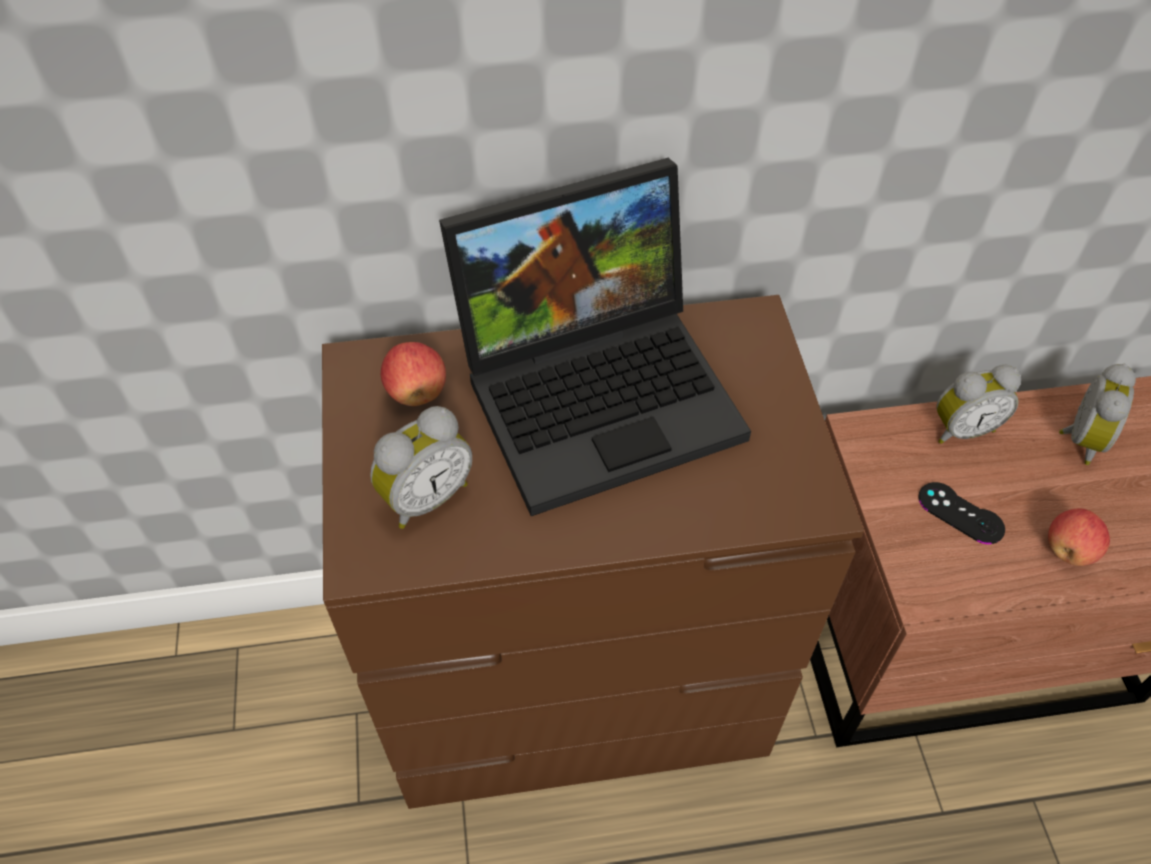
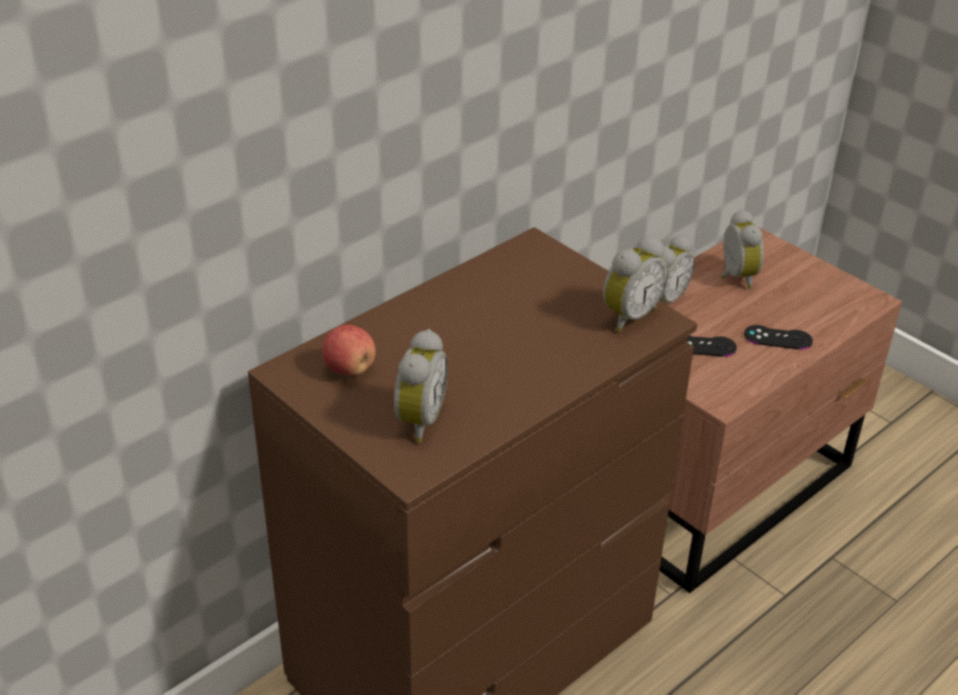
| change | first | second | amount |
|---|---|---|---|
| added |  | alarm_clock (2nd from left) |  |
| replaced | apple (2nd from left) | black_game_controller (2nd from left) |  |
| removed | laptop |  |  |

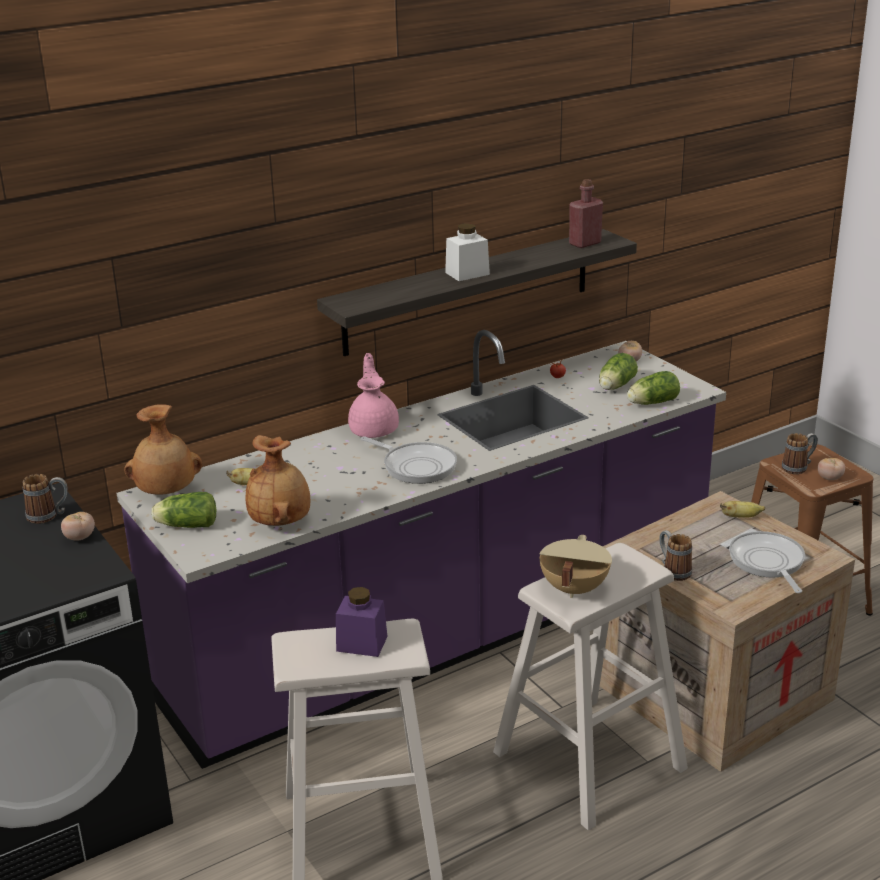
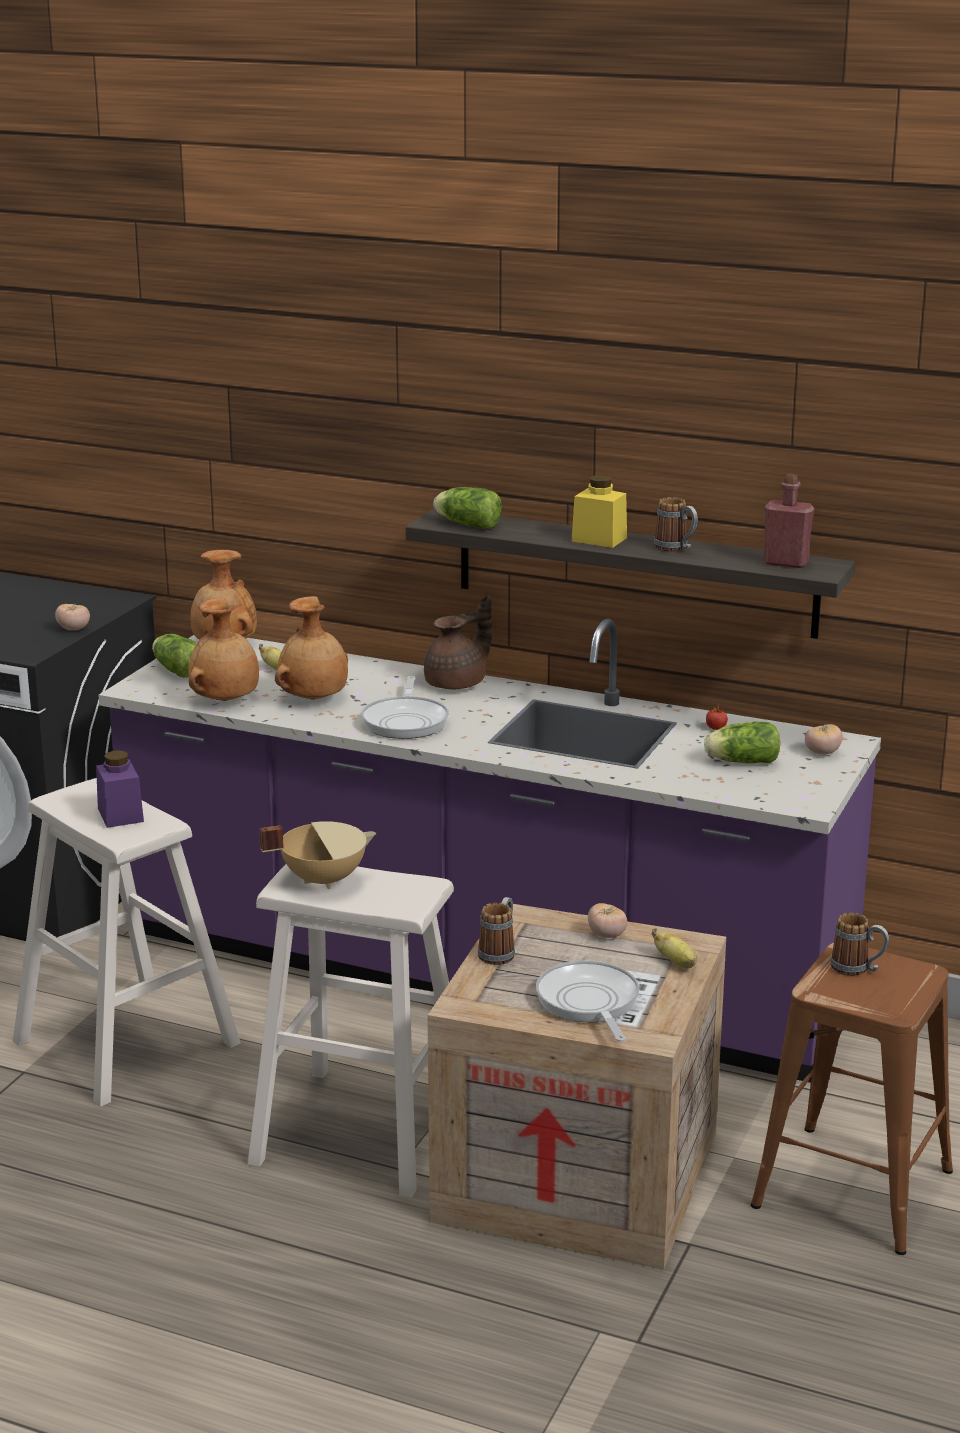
| change | first | second | amount |
|---|---|---|---|
| added |  | brown_vase (3rd from left) |  |
| recoloured | pink_teapot | brown_teapot |  |
| moved | lettuce (3rd from left in the first image) | lettuce (2nd from left) |  |
| turned | frying_pan (2nd from left) |  | 60 degrees counterclockwise |
| recoloured | white_jar | yellow_jar |  |
| moved | tomato (4th from left in the first image) | tomato (2nd from left) |  |
| moved | mug (1st from left in the first image) | mug (2nd from left) |  |

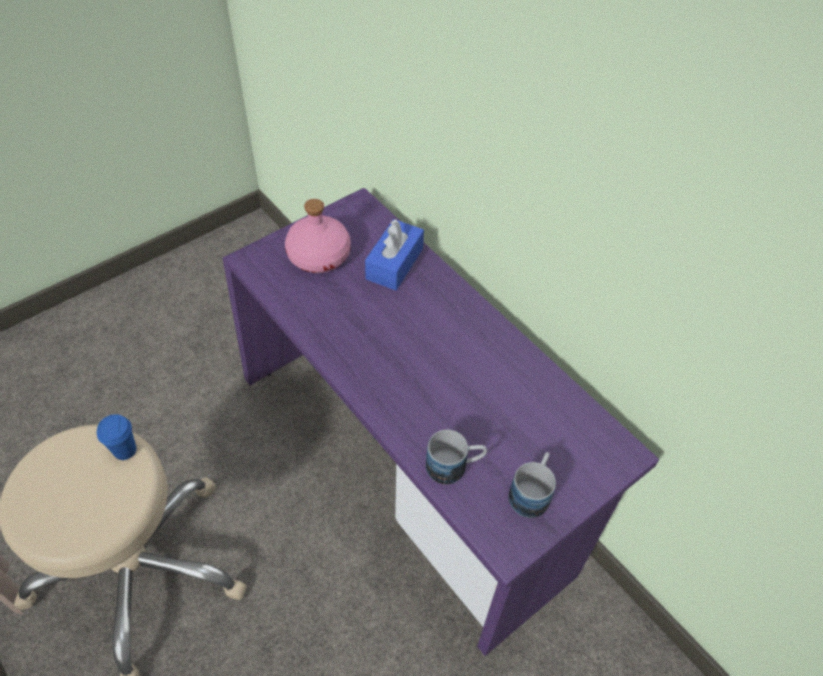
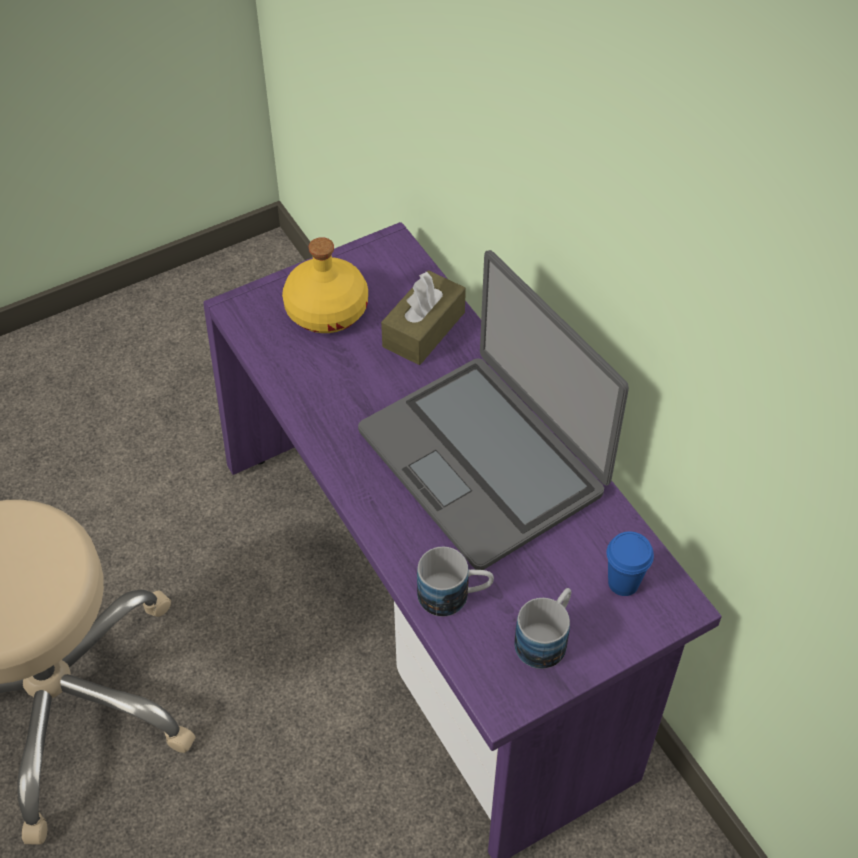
| change | first | second | amount |
|---|---|---|---|
| recoloured | pink_bottle | yellow_bottle |  |
| added |  | laptop |  |
| recoloured | blue_tissue_box | brown_tissue_box |  |
| moved | blue_cup |  |  |

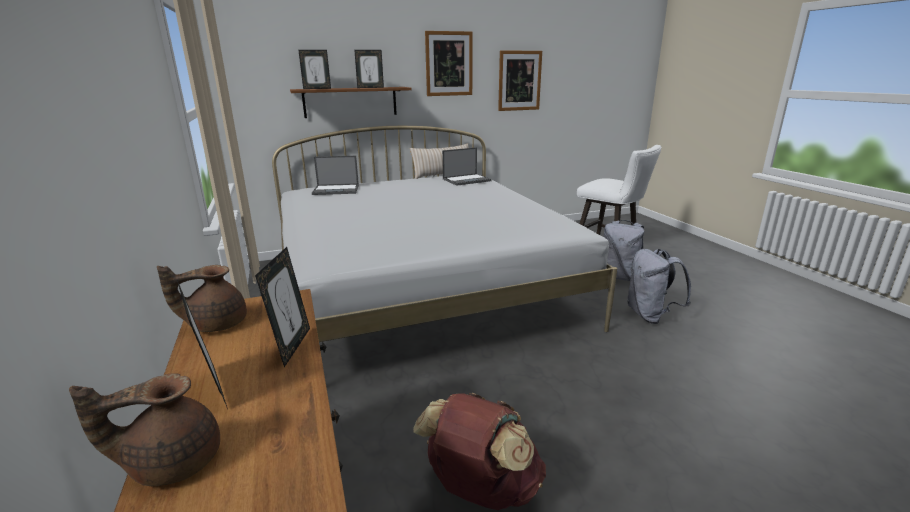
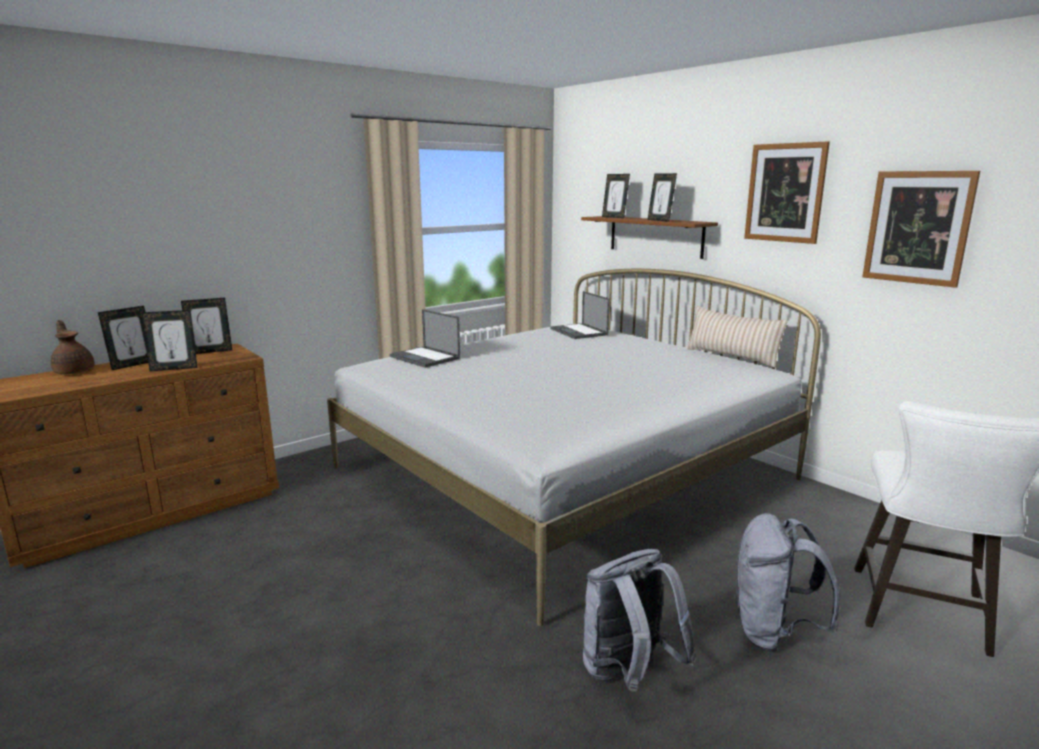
| change | first | second | amount |
|---|---|---|---|
| replaced | brown_teapot (2nd from left) | picture_frame (3rd from left) |  |
| moved | laptop (2nd from left in the first image) | laptop (1st from left) |  |
| removed | brown_backpack |  |  |

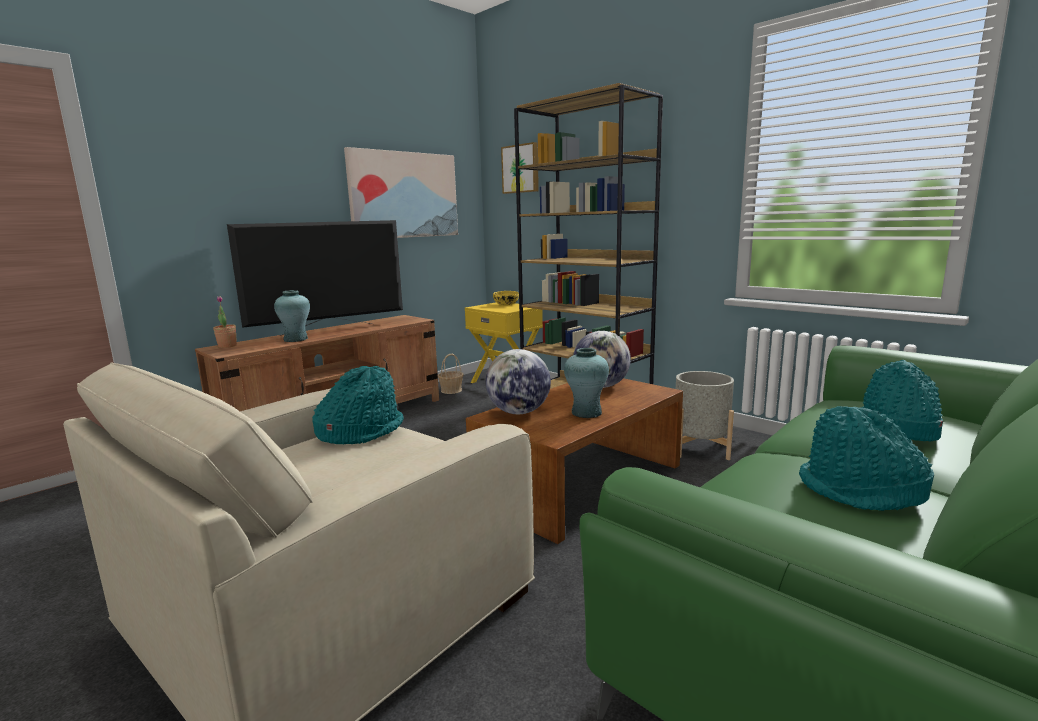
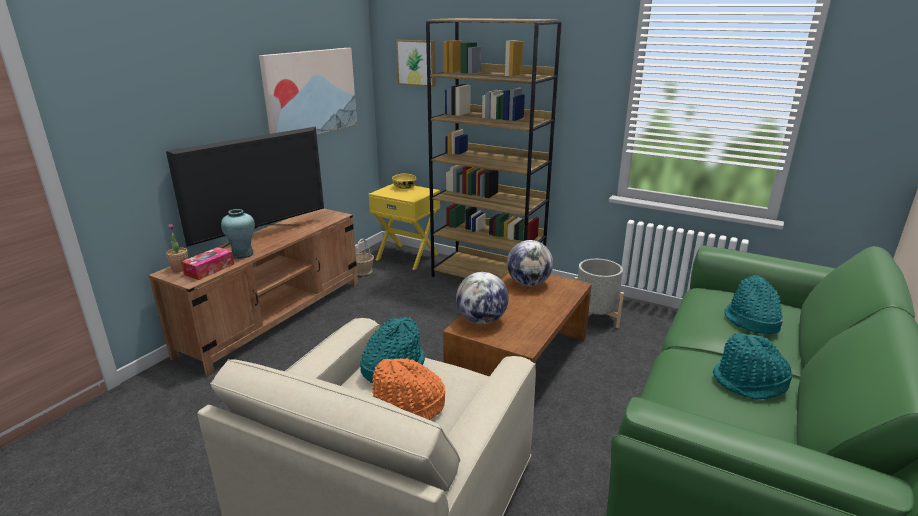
| change | first | second | amount |
|---|---|---|---|
| added |  | tissue_box |  |
| added |  | orange_hat |  |
| removed | turquoise_vase (2nd from left) |  |  |

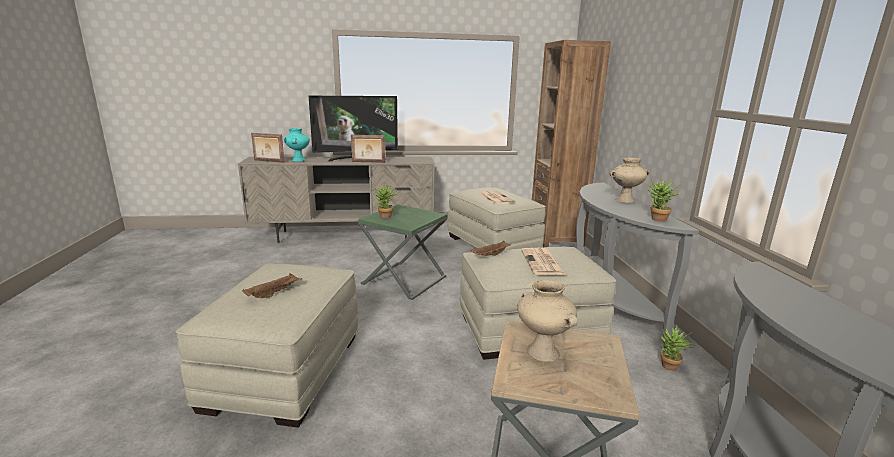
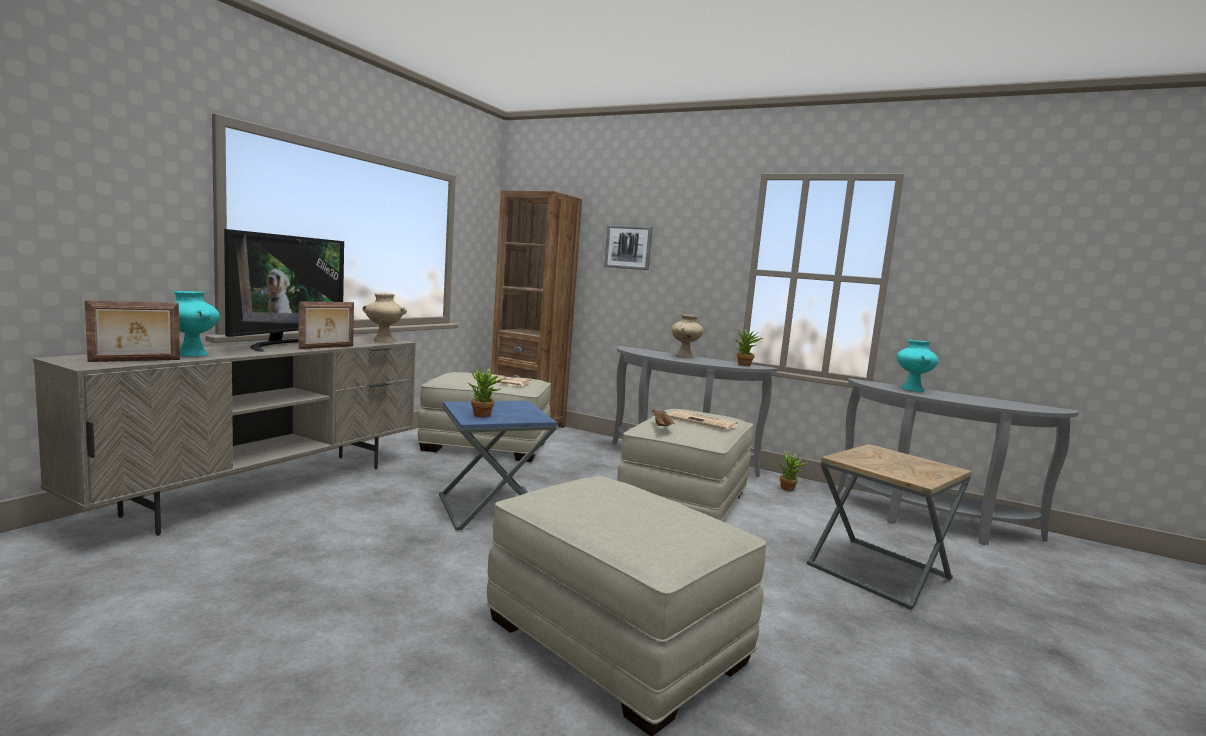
| change | first | second | amount |
|---|---|---|---|
| moved | beige_vase (1st from left) |  |  |
| recoloured | green_side_table | blue_side_table |  |
| added |  | picture |  |
| added |  | turquoise_vase (2nd from left) |  |
| removed | brown_tray (1st from left) |  |  |

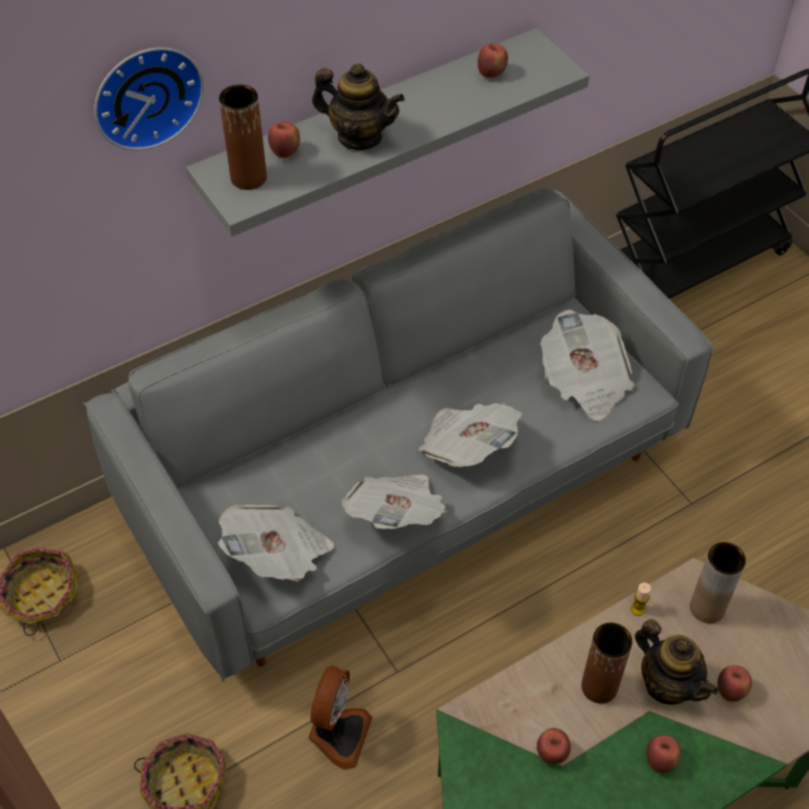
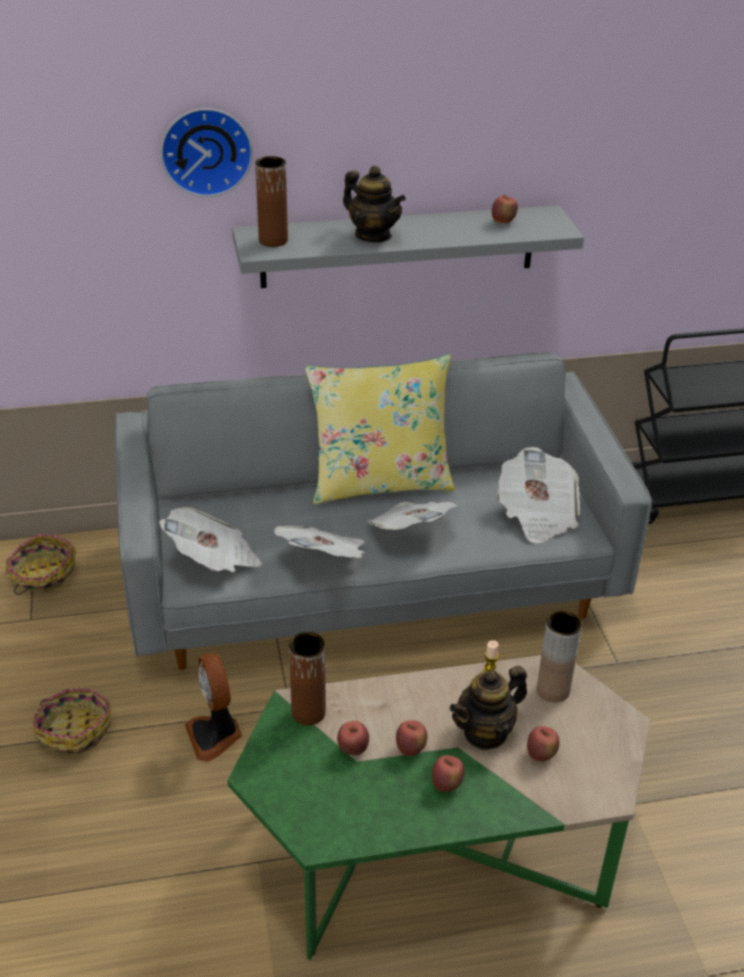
| change | first | second | amount |
|---|---|---|---|
| turned | fan |  | 120 degrees clockwise |
| moved | brown_vase (2nd from left) |  |  |
| added |  | yellow_pillow |  |
| moved | apple (1st from left in the first image) | apple (2nd from left) |  |
| turned | teapot (2nd from left) |  | 75 degrees clockwise |

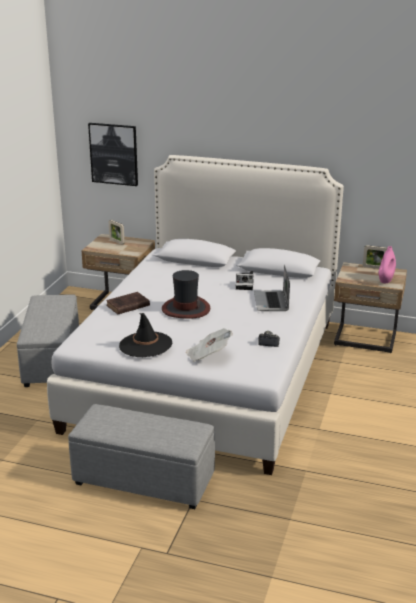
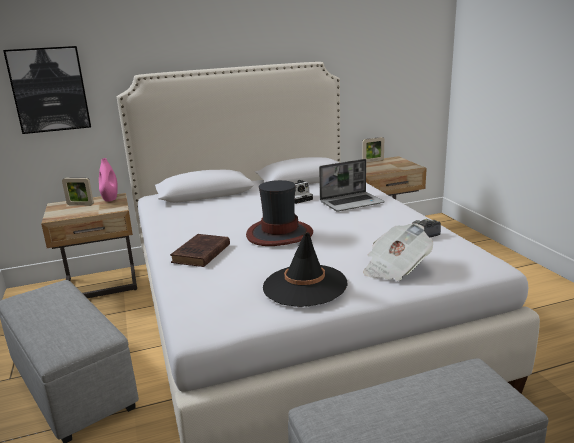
| change | first | second | amount |
|---|---|---|---|
| moved | pink_vase |  |  |
| turned | laptop |  | 75 degrees counterclockwise |

